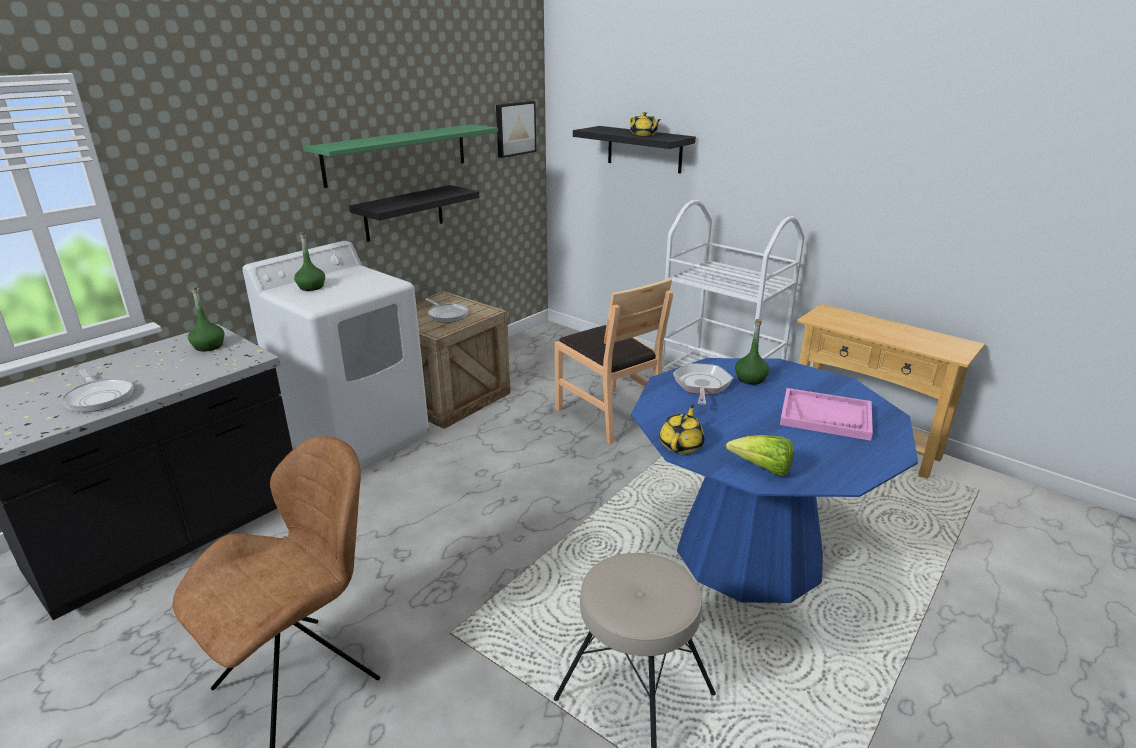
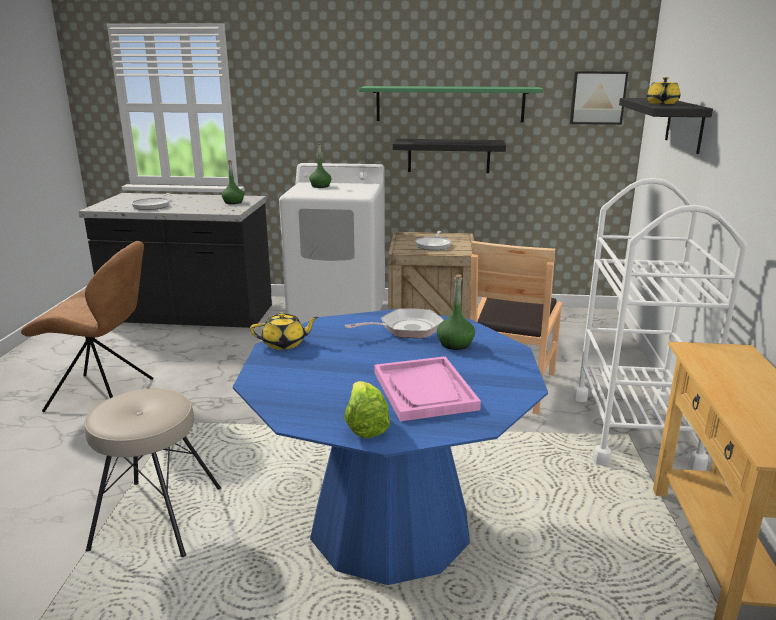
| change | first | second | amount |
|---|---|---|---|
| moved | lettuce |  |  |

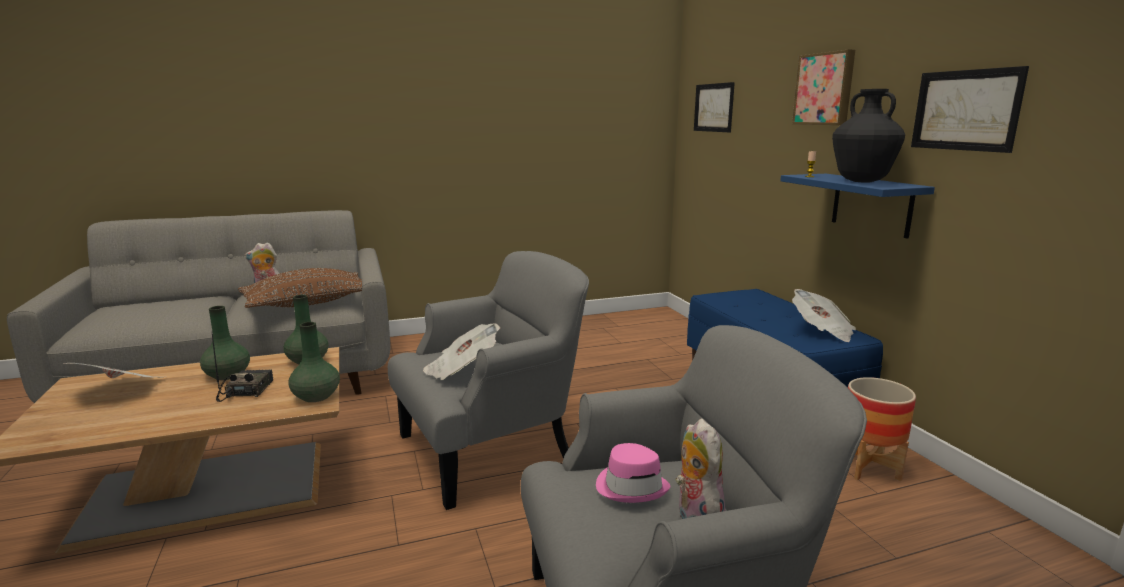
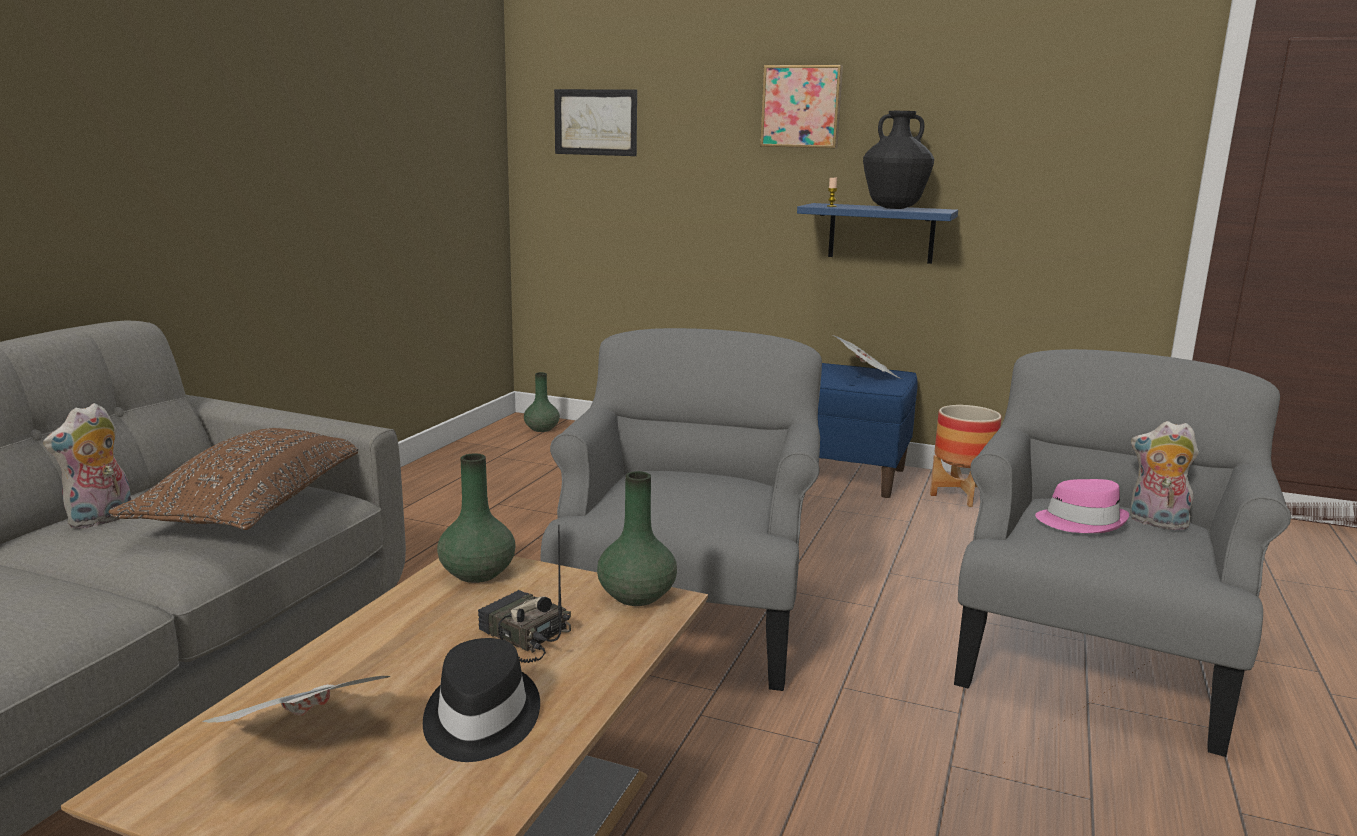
| change | first | second | amount |
|---|---|---|---|
| added |  | black_hat |  |
| moved | green_vase (1st from left in the first image) | green_vase (2nd from left) |  |
| removed | newspaper (2nd from left) |  |  |
| removed | picture (3rd from left) |  |  |

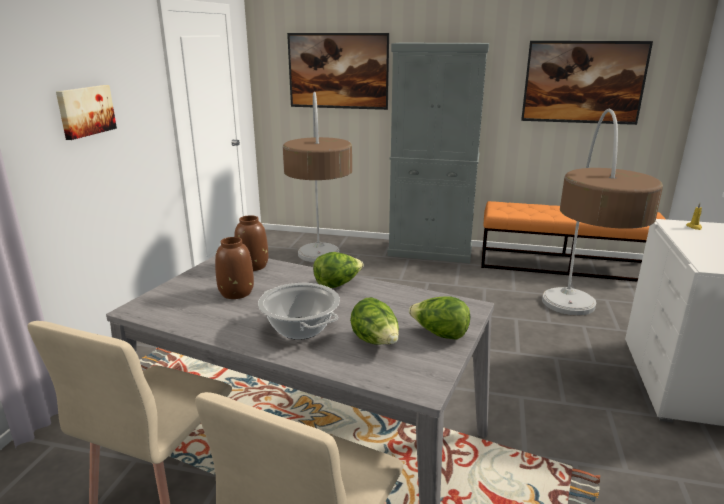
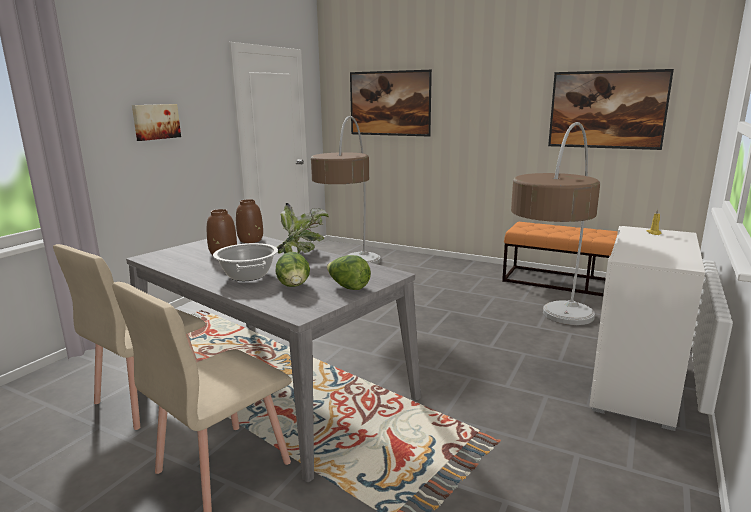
| change | first | second | amount |
|---|---|---|---|
| replaced | lettuce (1st from left) | potted_plant |  |
| removed | grey_cabinet |  |  |

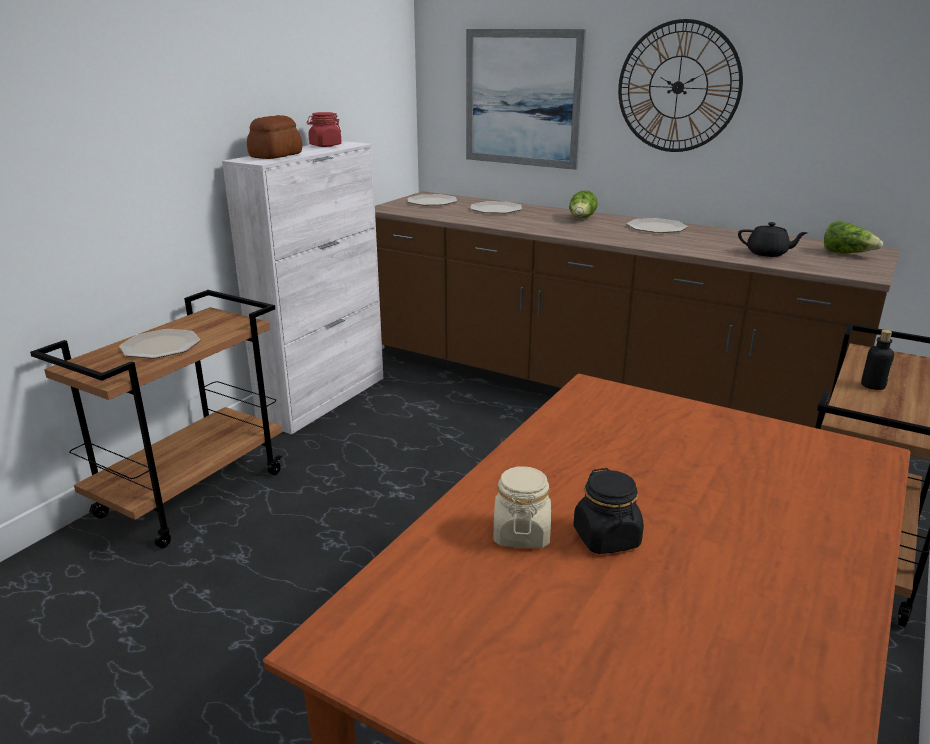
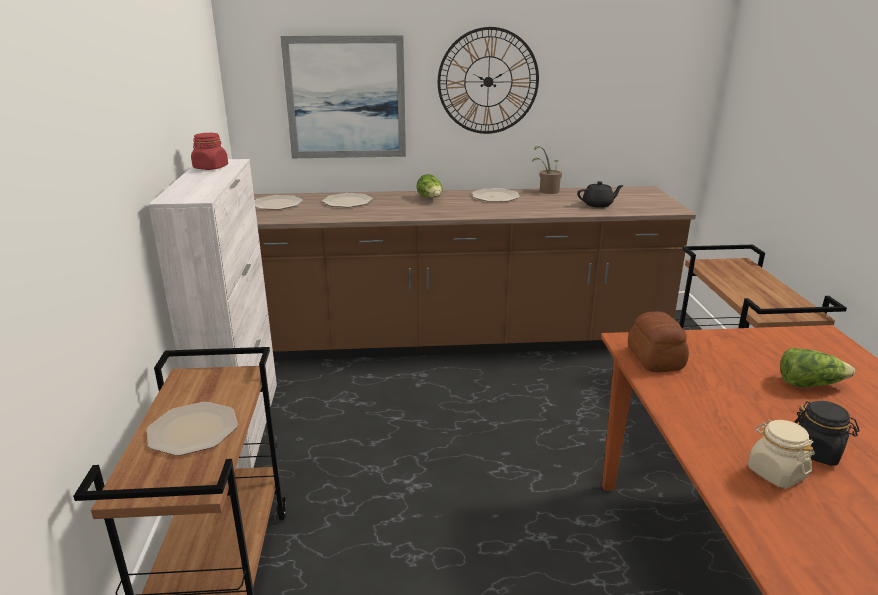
| change | first | second | amount |
|---|---|---|---|
| added |  | potted_plant |  |
| moved | bread |  |  |
| moved | lettuce (2nd from left) |  |  |
| removed | bottle |  |  |

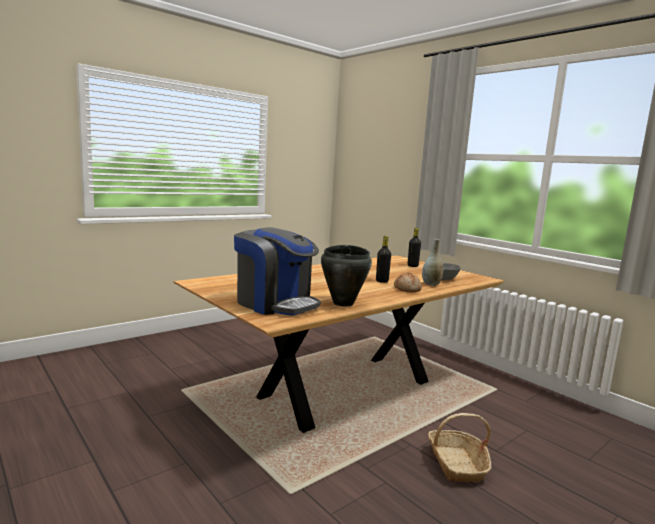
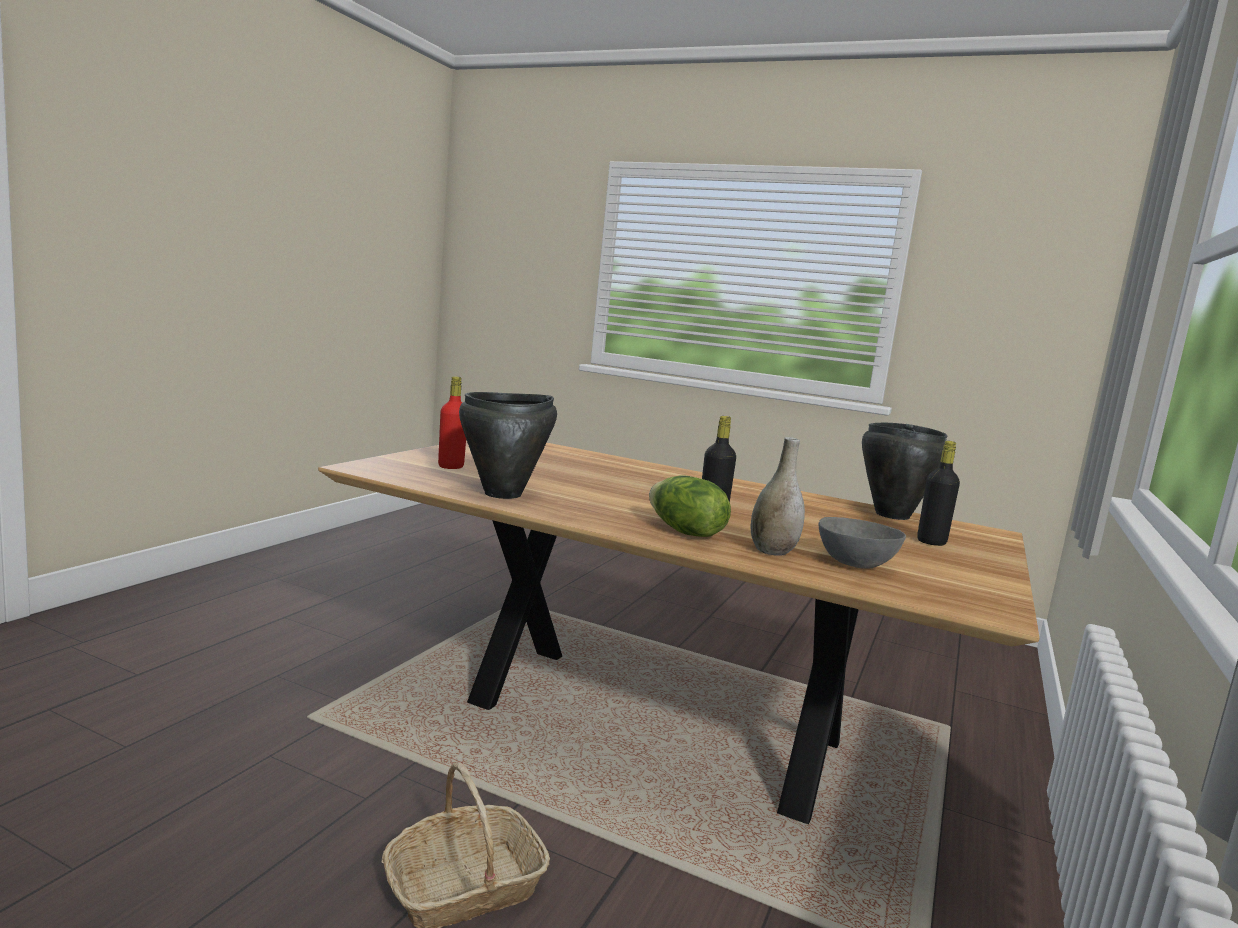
| change | first | second | amount |
|---|---|---|---|
| replaced | coffee_machine | red_bottle |  |
| replaced | bread | lettuce |  |
| added |  | black_cooking_pot (2nd from left) |  |

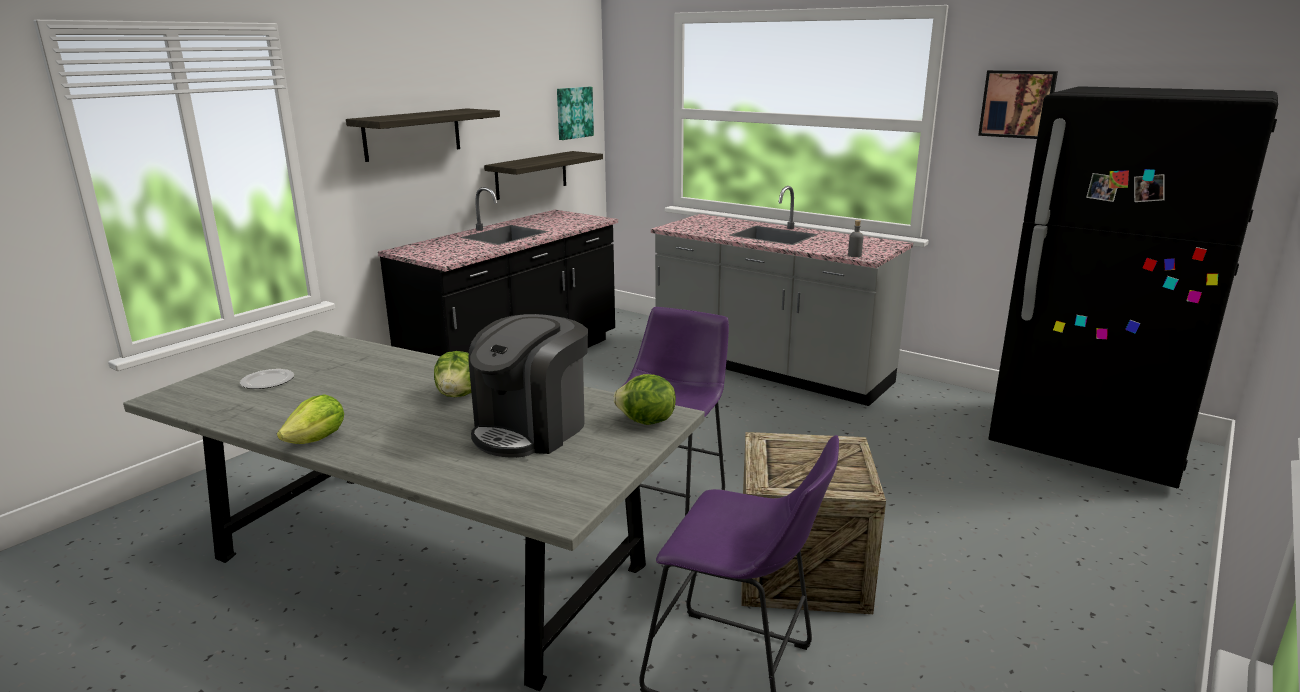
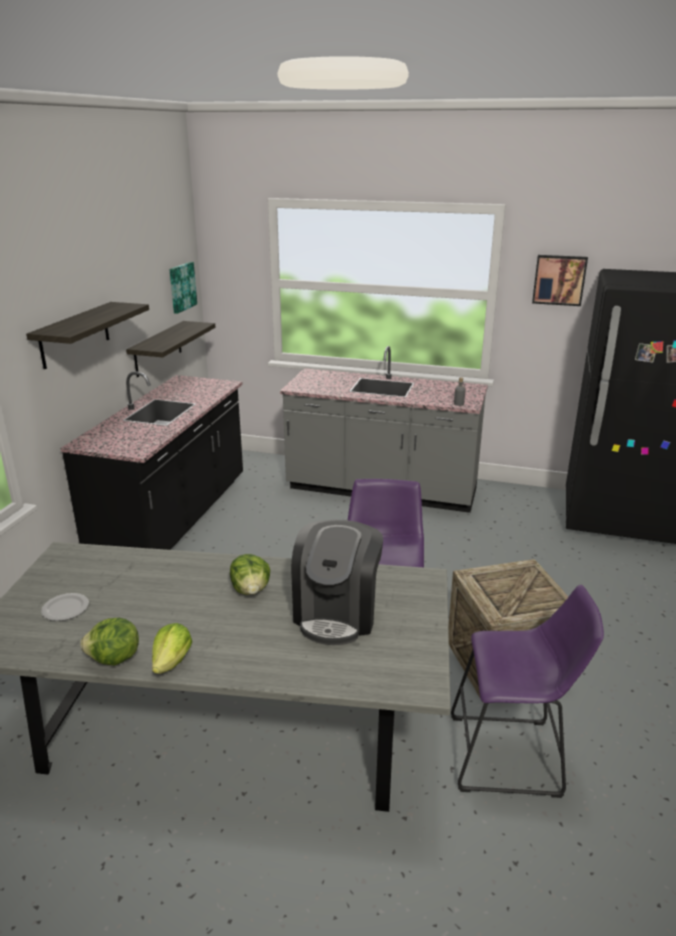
| change | first | second | amount |
|---|---|---|---|
| moved | lettuce (3rd from left in the first image) | lettuce (1st from left) |  |

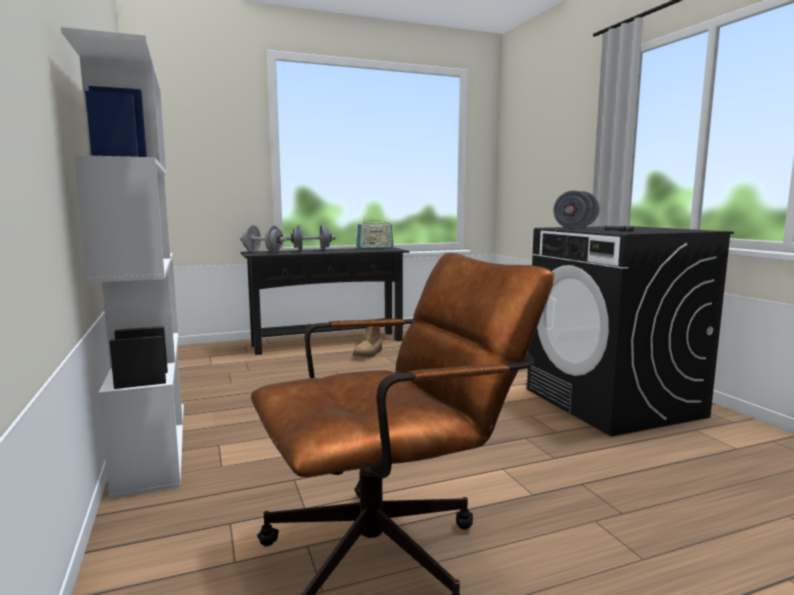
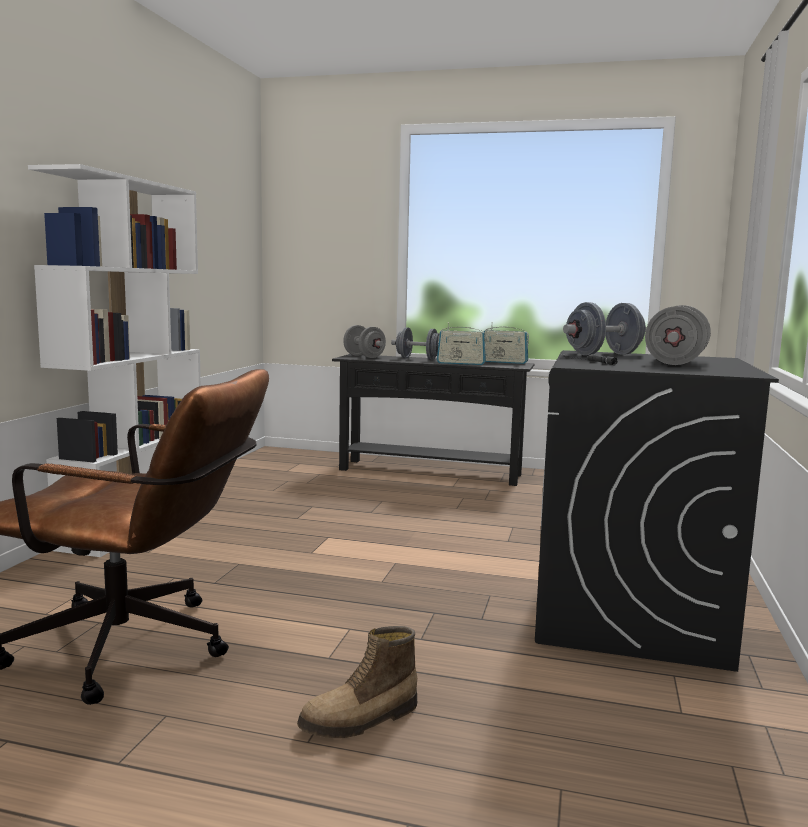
| change | first | second | amount |
|---|---|---|---|
| moved | boot |  |  |
| added |  | radio (1st from left) |  |
| added |  | grey_dumbbell (4th from left) |  |

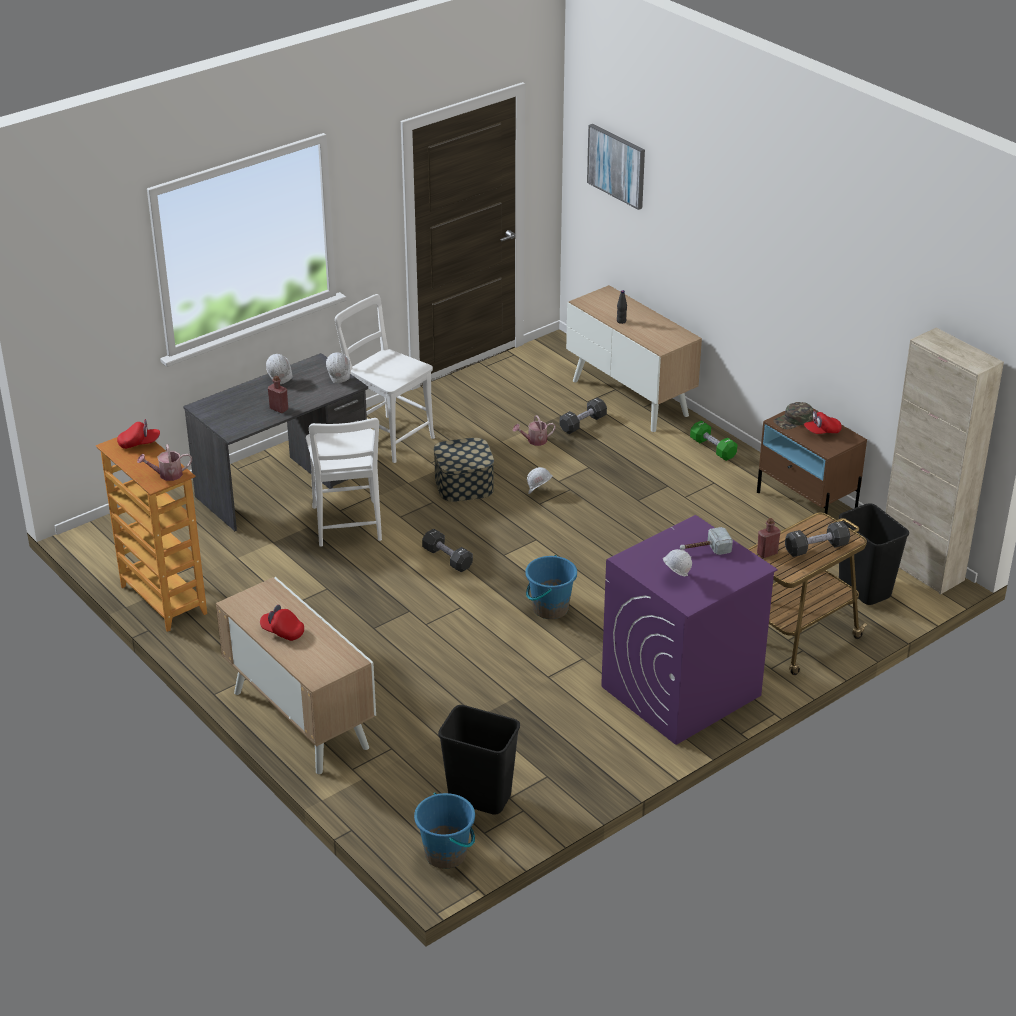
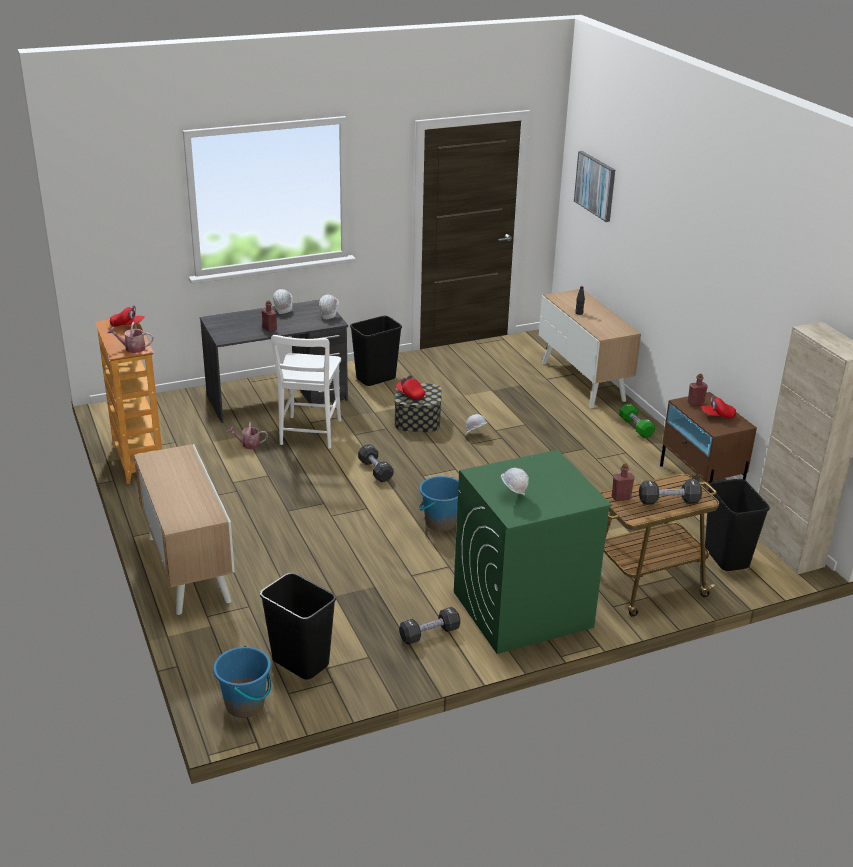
| change | first | second | amount |
|---|---|---|---|
| moved | watering_can (2nd from left) |  |  |
| replaced | white_chair (2nd from left) | black_trash_can (2nd from left) |  |
| moved | red_cap (2nd from left) |  |  |
| moved | black_dumbbell (2nd from left) |  |  |
| recoloured | purple_washing_machine | green_washing_machine |  |
| replaced | green_cap | red_bottle (3rd from left) |  |
| removed | hammer |  |  |

